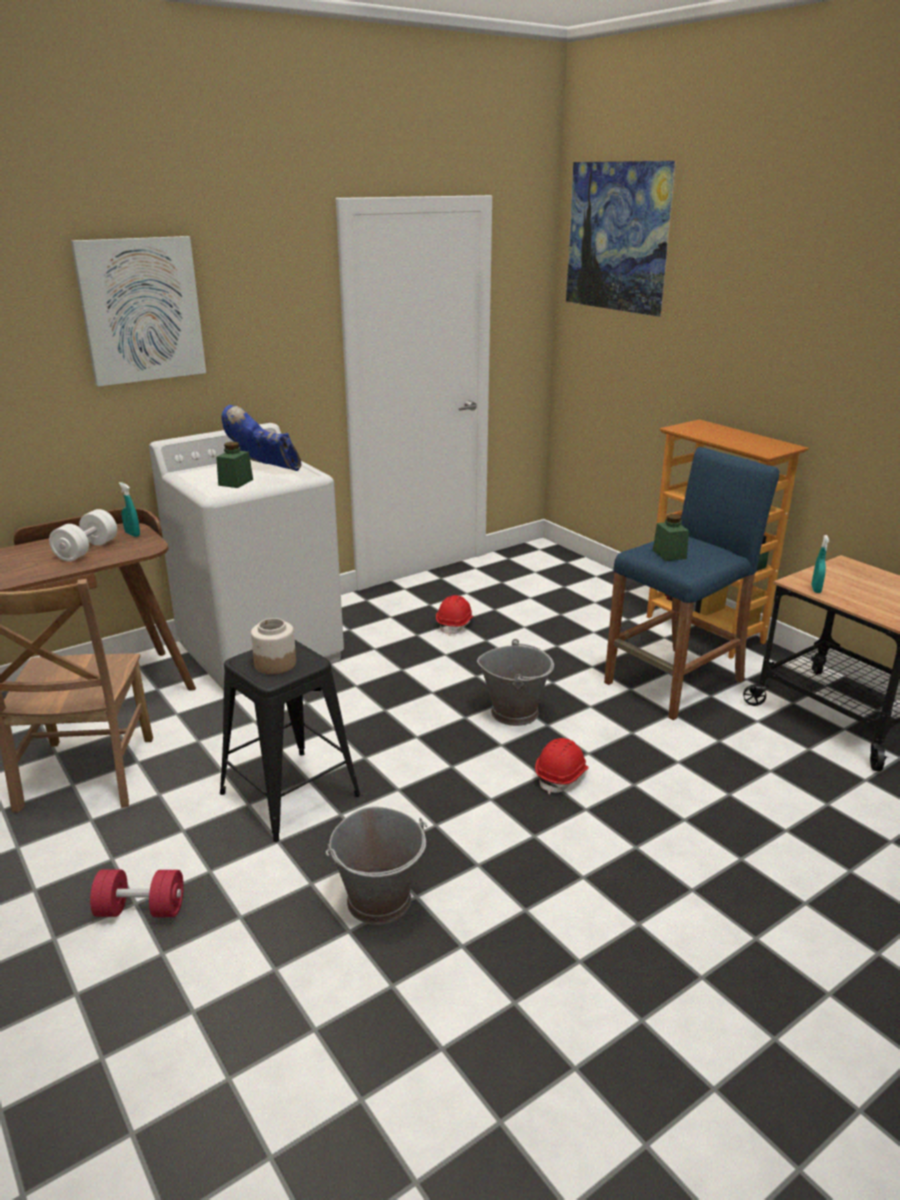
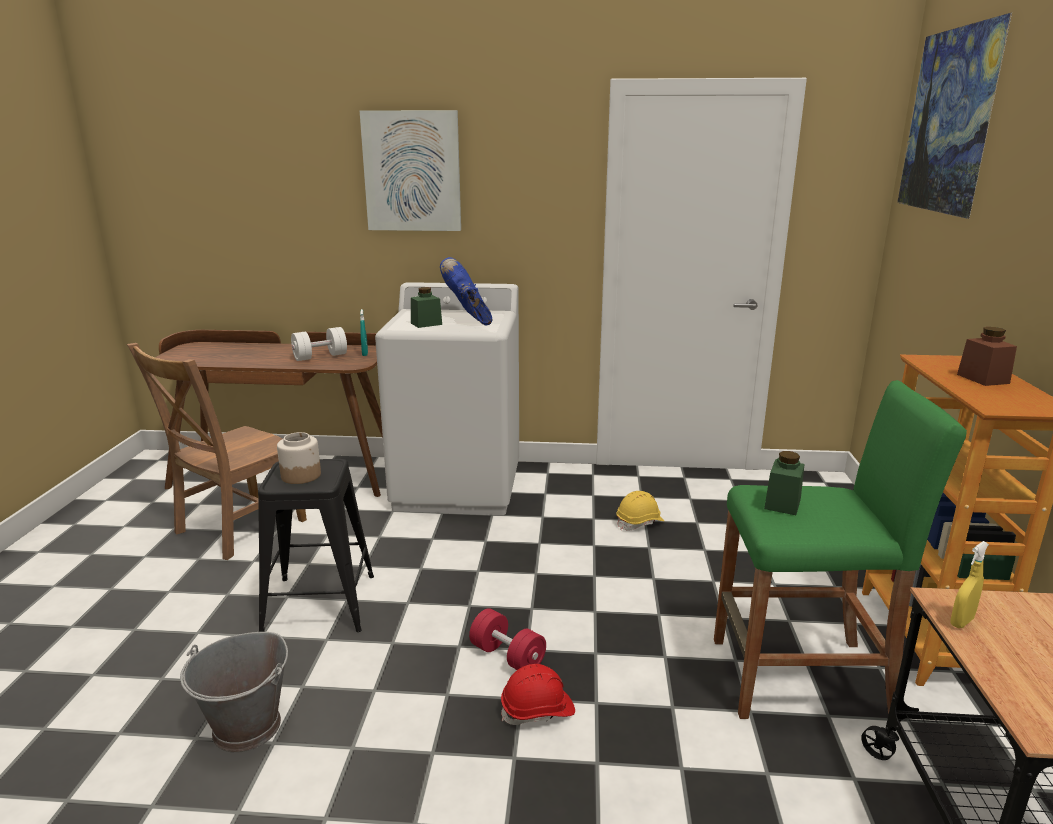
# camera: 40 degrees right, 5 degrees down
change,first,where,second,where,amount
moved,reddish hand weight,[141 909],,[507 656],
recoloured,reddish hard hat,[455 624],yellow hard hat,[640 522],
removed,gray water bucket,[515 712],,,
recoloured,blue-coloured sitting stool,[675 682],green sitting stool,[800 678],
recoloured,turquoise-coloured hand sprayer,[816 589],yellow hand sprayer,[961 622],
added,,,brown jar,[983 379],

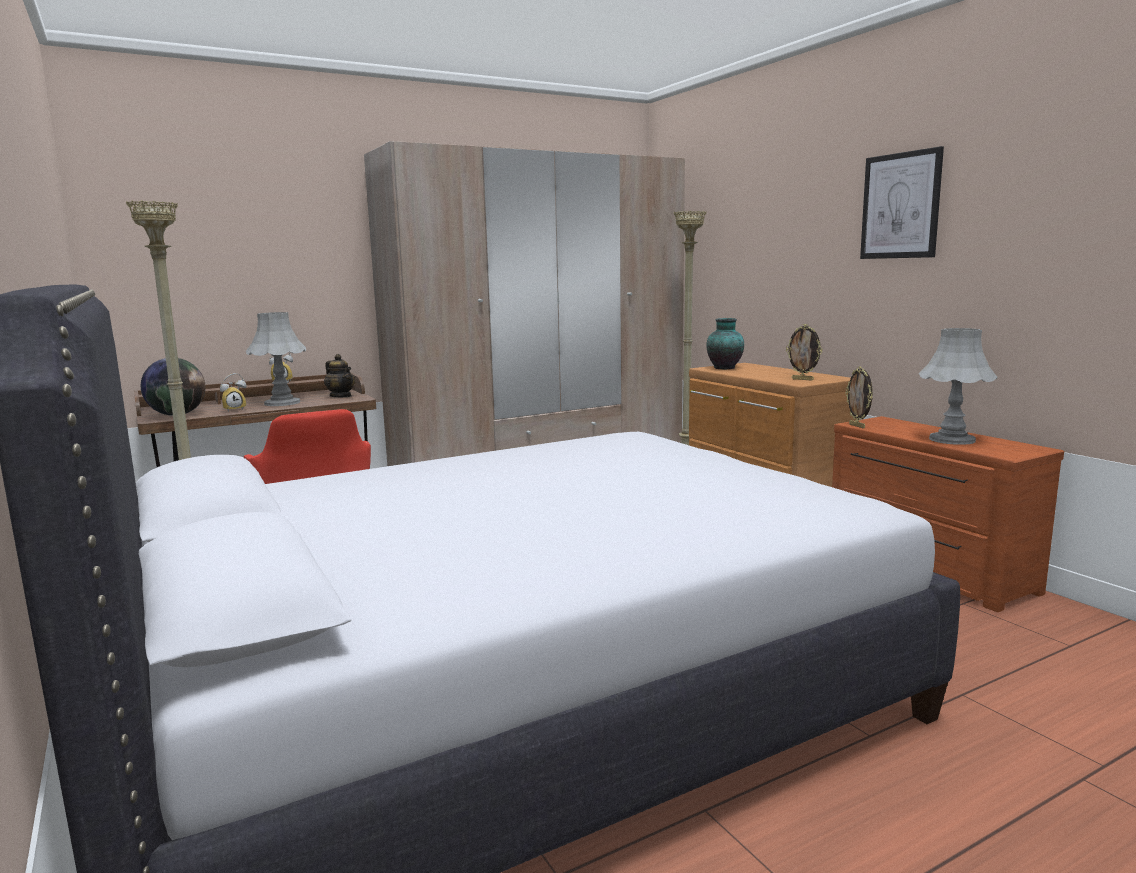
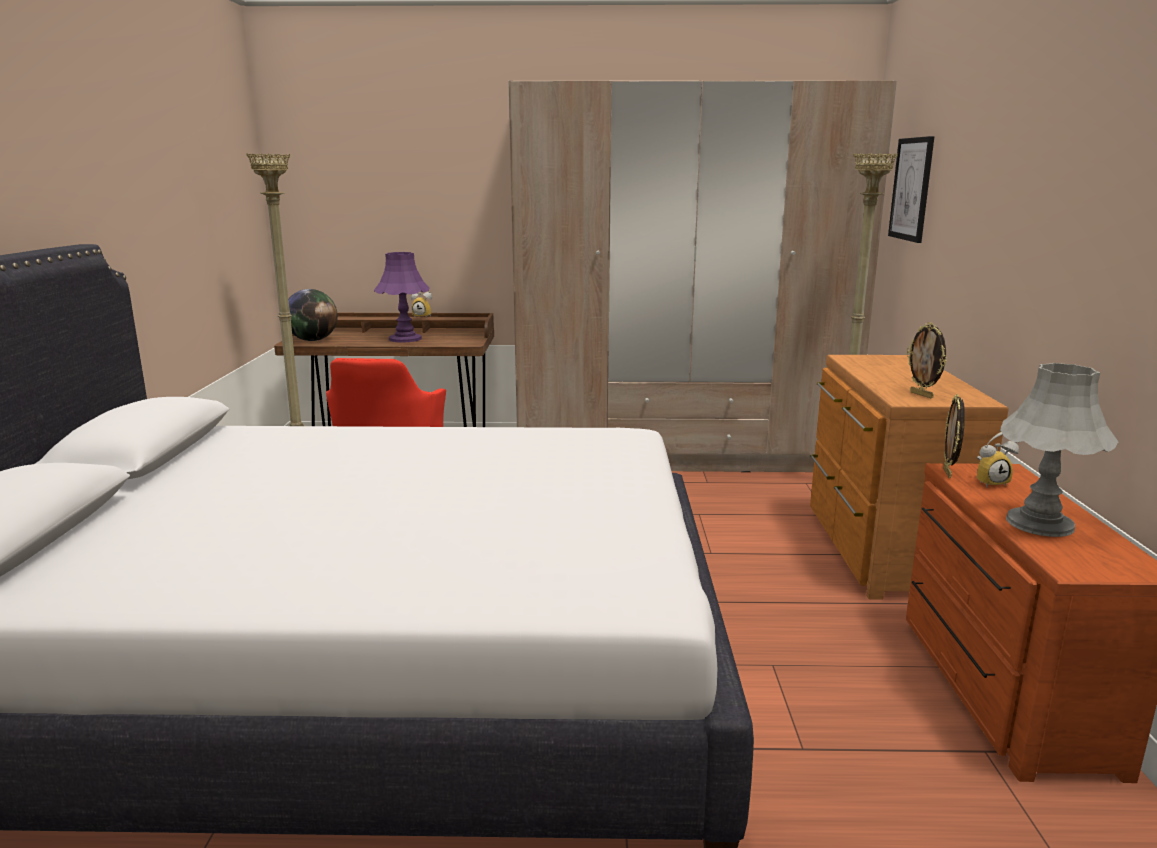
# camera: 30 degrees right, 5 degrees up
change,first,where,second,where,amount
moved,table clock,[234 409],,[990 482],
recoloured,gray lamp for a table,[282 403],purple-coloured lamp for a table,[405 339],
removed,pot for tea,[341 396],,,
removed,decorative vase,[725 368],,,
moved,wall picture,[900 206],,[911 189],

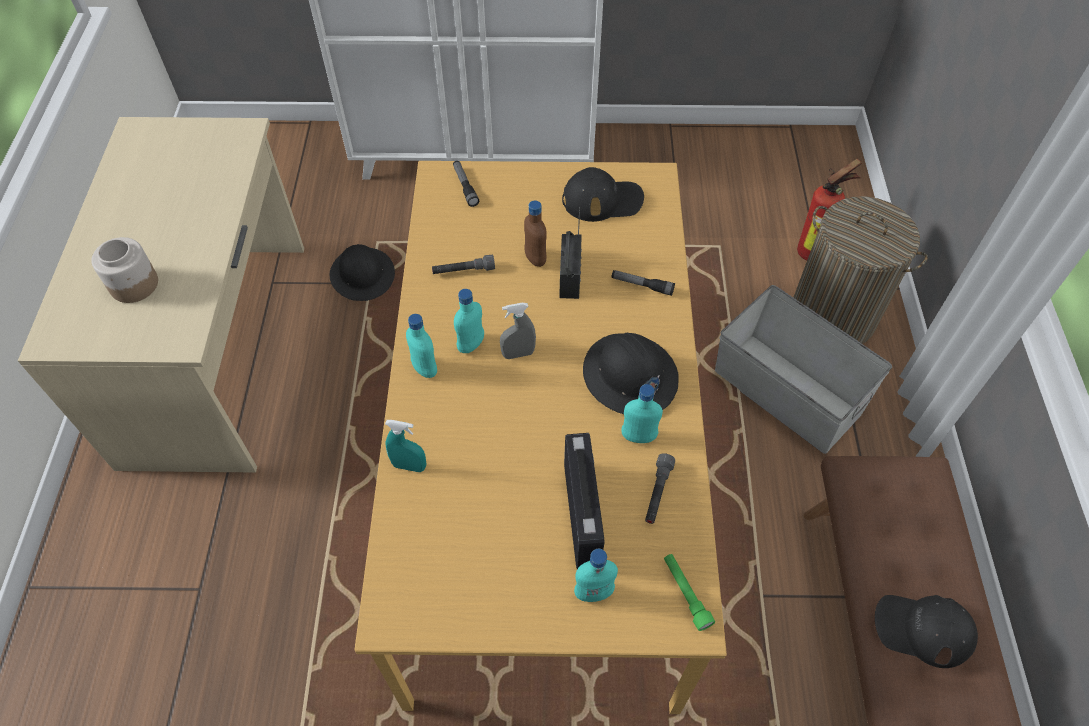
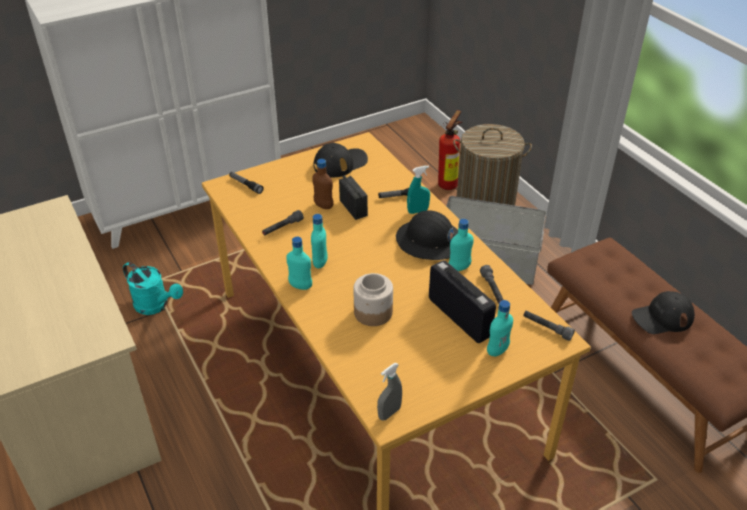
# camera: 30 degrees left, 15 degrees down
change,first,where,second,where,amount
moved,jar,[133 285],,[372 313],
replaced,blackish hard hat,[363 275],turquoise-coloured sprinkling can,[156 306],
moved,turquoise-coloured hand sprayer,[409 466],,[418 211],
moved,gray hand sprayer,[518 354],,[389 413],
recoloured,green flashlight,[685 593],gray flashlight,[547 328],

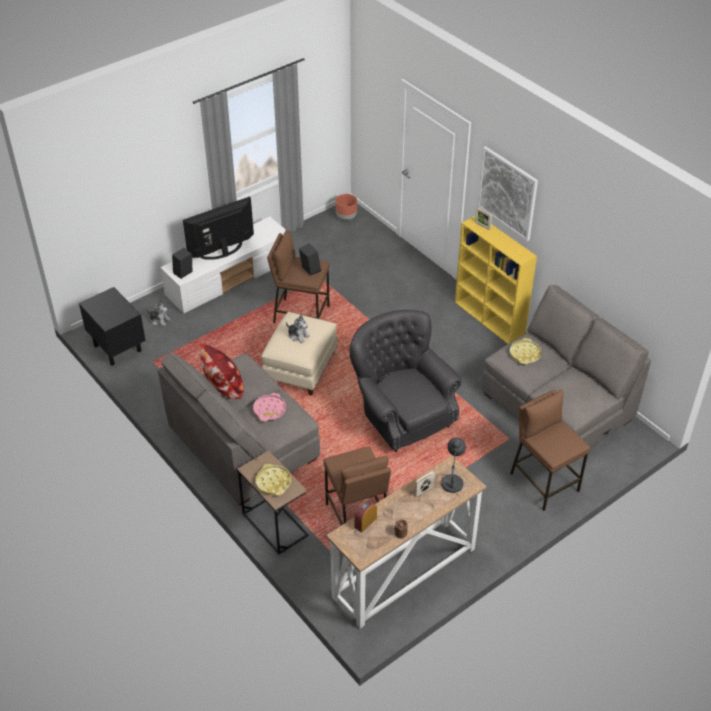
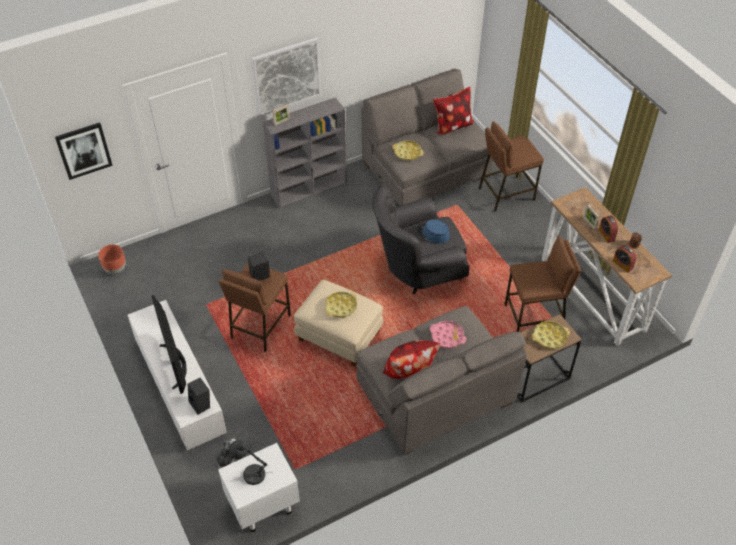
# camera: 80 degrees left, 5 degrees up
change,first,where,second,where,amount
recoloured,blackish night table,[117 347],white-coloured night table,[262 506],
replaced,plush toy,[298 335],yellow tray,[341 306],
moved,gray lamp for a table,[453 481],,[251 473],
recoloured,yellow bookcase,[490 319],gray bookcase,[309 189],
added,,,wall picture,[84 150],
added,,,blue-coloured clothing hat,[432 233],
added,,,throw pillow,[452 126],
added,,,table clock,[606 235],

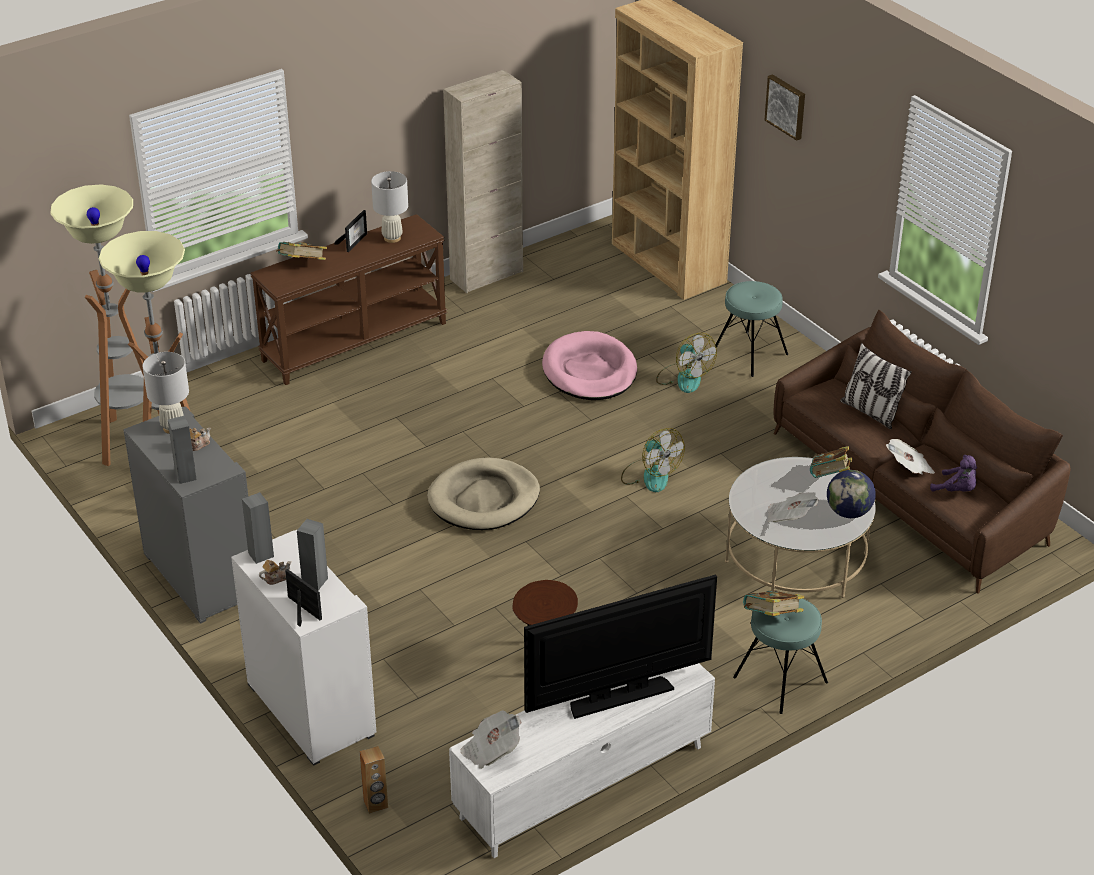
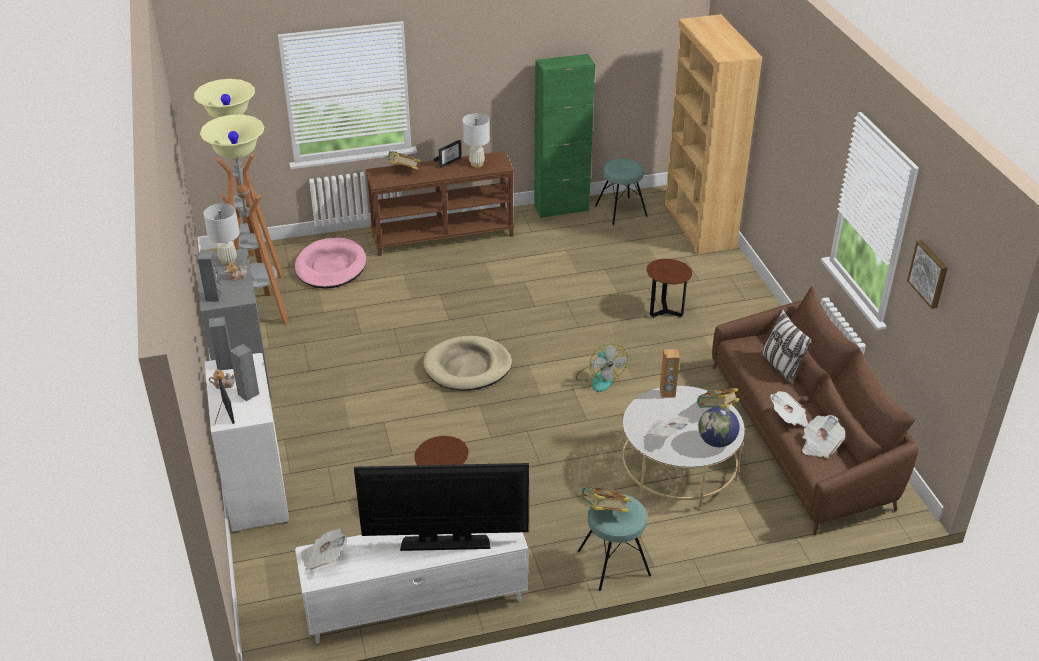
# camera: 20 degrees right, 0 degrees up
change,first,where,second,where,amount
moved,brown speaker,[376 804],,[667 393],
recoloured,beige cupboard,[486 275],green cupboard,[561 209],
moved,pink dog bed,[589 371],,[330 267],
replaced,cooling fan,[684 378],brown accent table,[665 311],
moved,turquoise-coloured sitting stool,[749 354],,[621 211],
moved,wall picture,[786 106],,[929 273],
replaced,purple-coloured plush toy,[956 490],daily paper,[819 445],

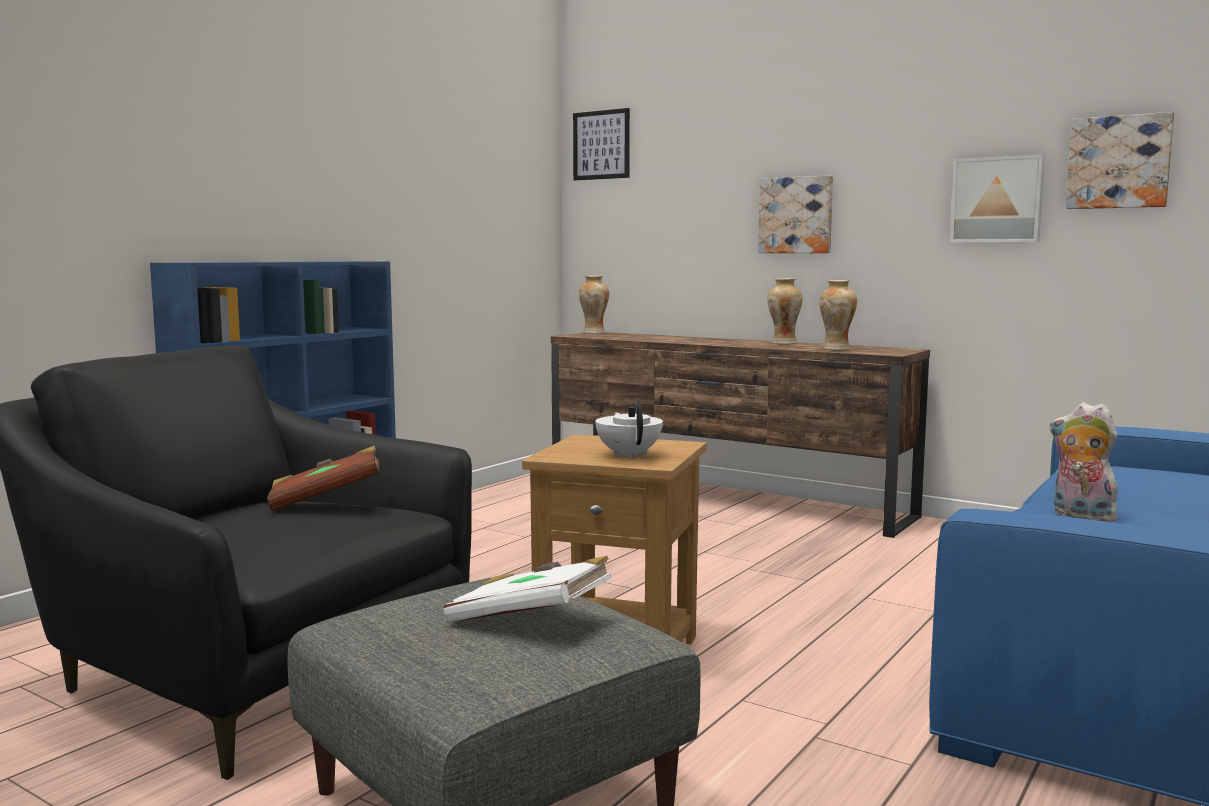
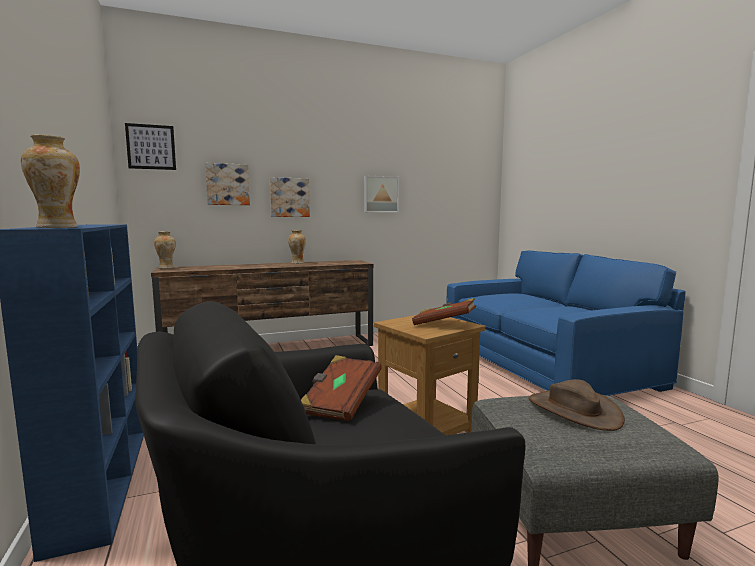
# camera: 55 degrees left, 0 degrees up
change,first,where,second,where,amount
replaced,white-coloured bound book,[529 620],brown clothing hat,[573 410],
replaced,white-coloured pot for tea,[629 455],brown bound book,[444 324],
moved,decorative vase,[836 349],,[57 227],
removed,plush toy,[1080 516],,,
moved,wall picture,[1119 162],,[227 184],

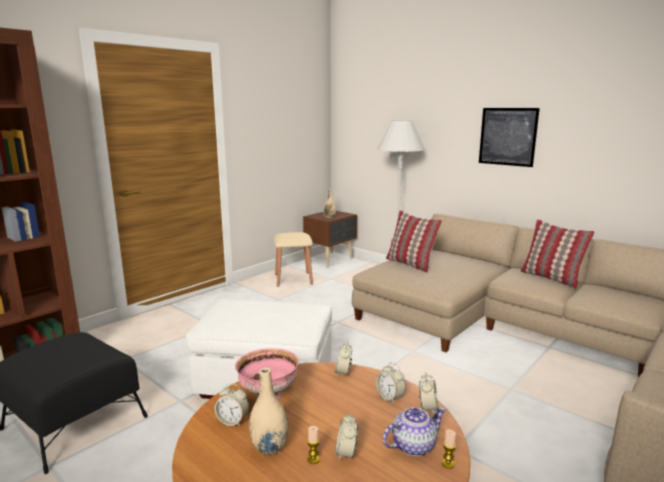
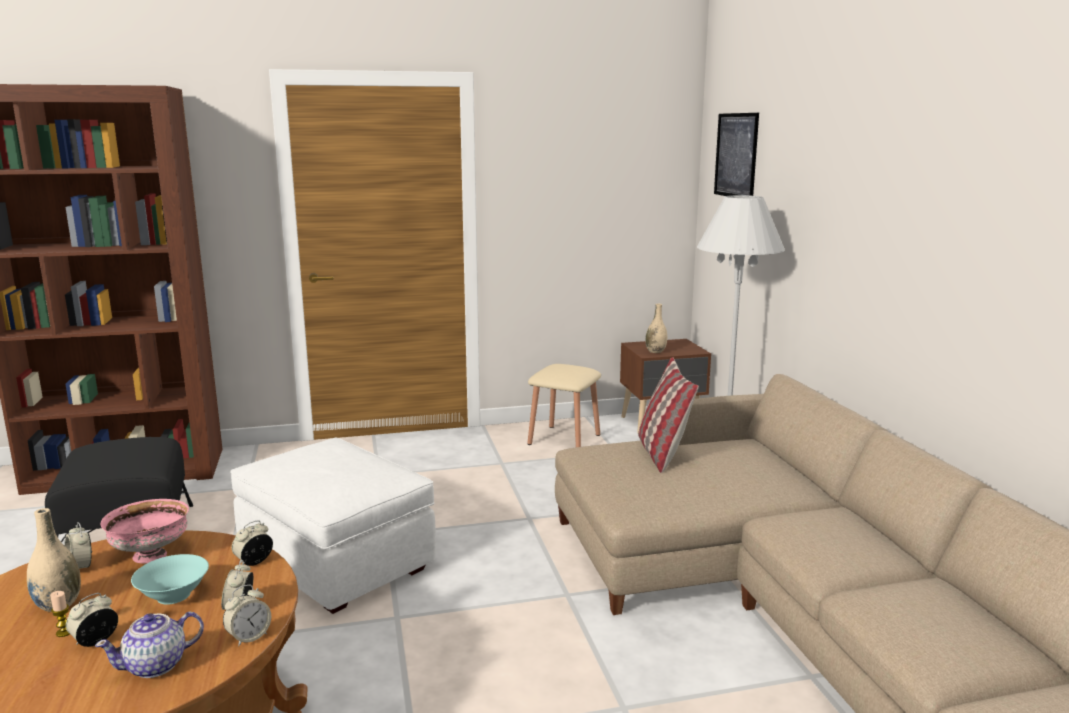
# camera: 35 degrees right, 0 degrees up
change,first,where,second,where,amount
turned,pot for tea,[412 446],,[156 665],135 degrees clockwise
removed,candle,[448 464],,,
moved,wall picture,[507 136],,[736 155],
removed,throw pillow,[551 278],,,
added,,,turquoise-coloured deep dish,[174 596],

